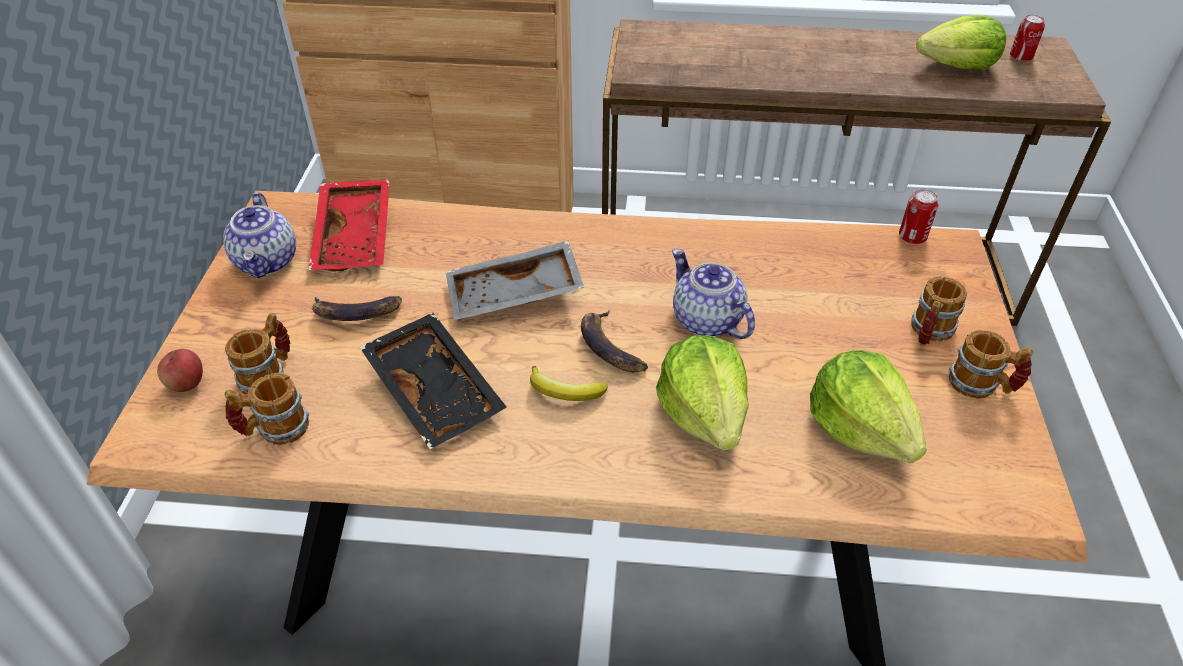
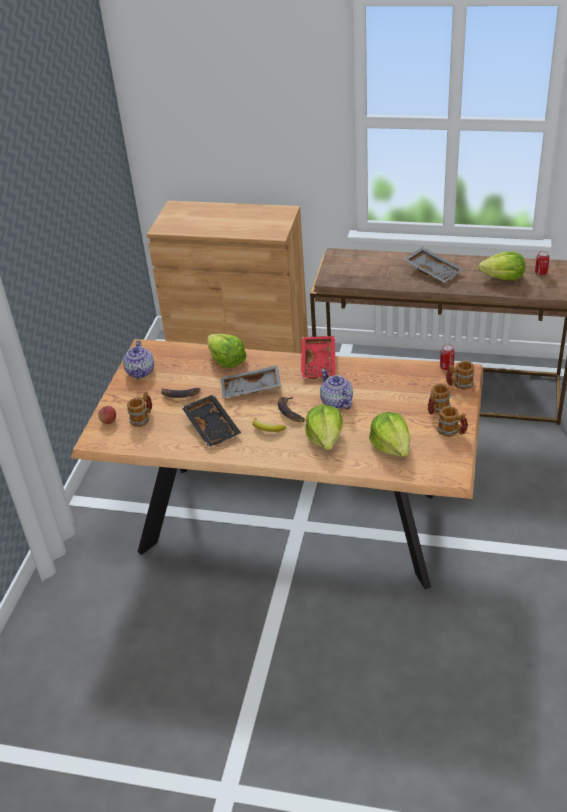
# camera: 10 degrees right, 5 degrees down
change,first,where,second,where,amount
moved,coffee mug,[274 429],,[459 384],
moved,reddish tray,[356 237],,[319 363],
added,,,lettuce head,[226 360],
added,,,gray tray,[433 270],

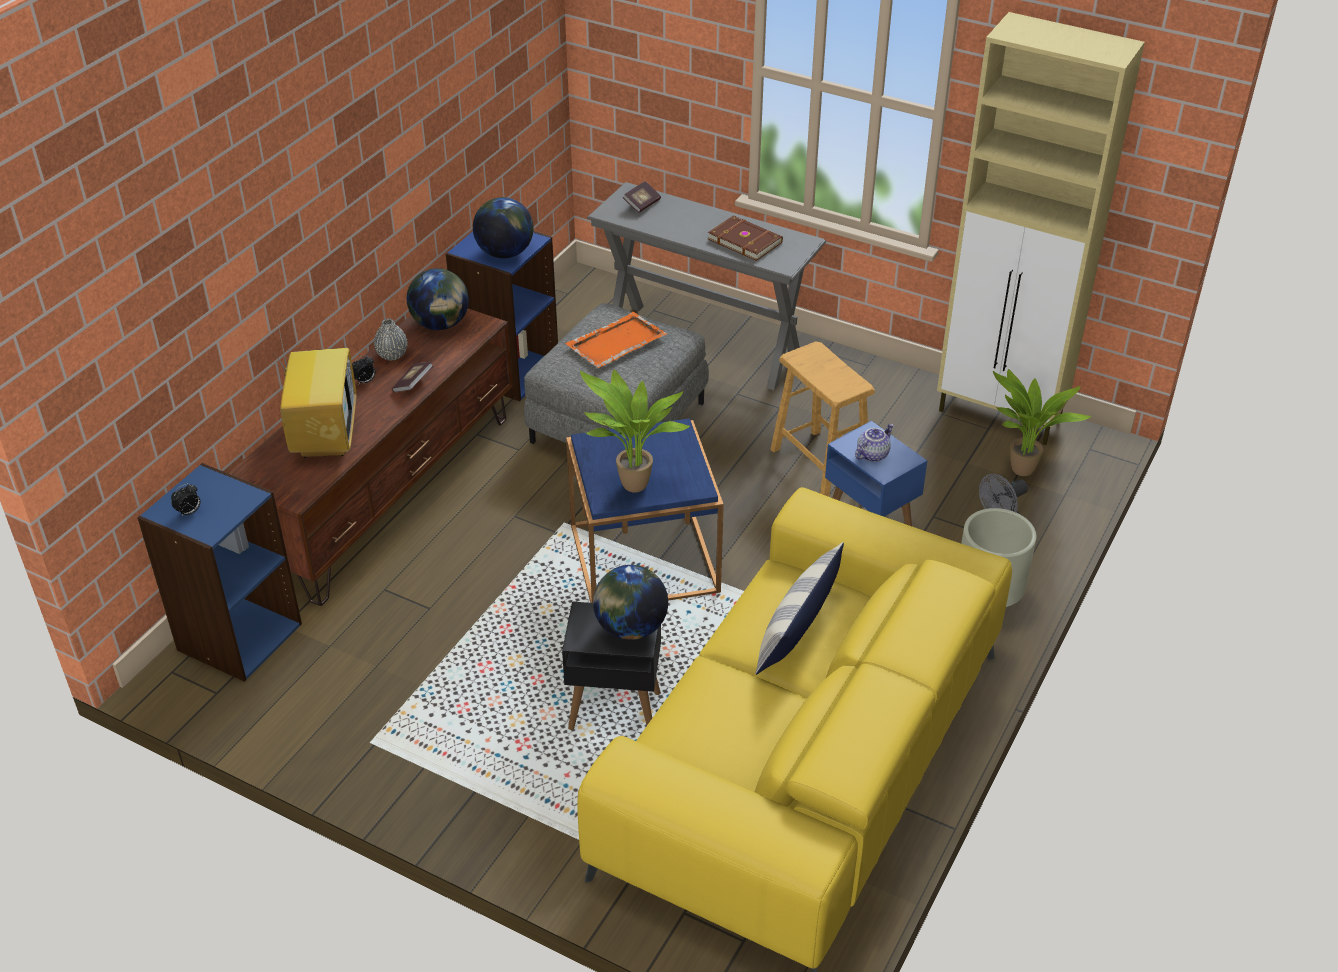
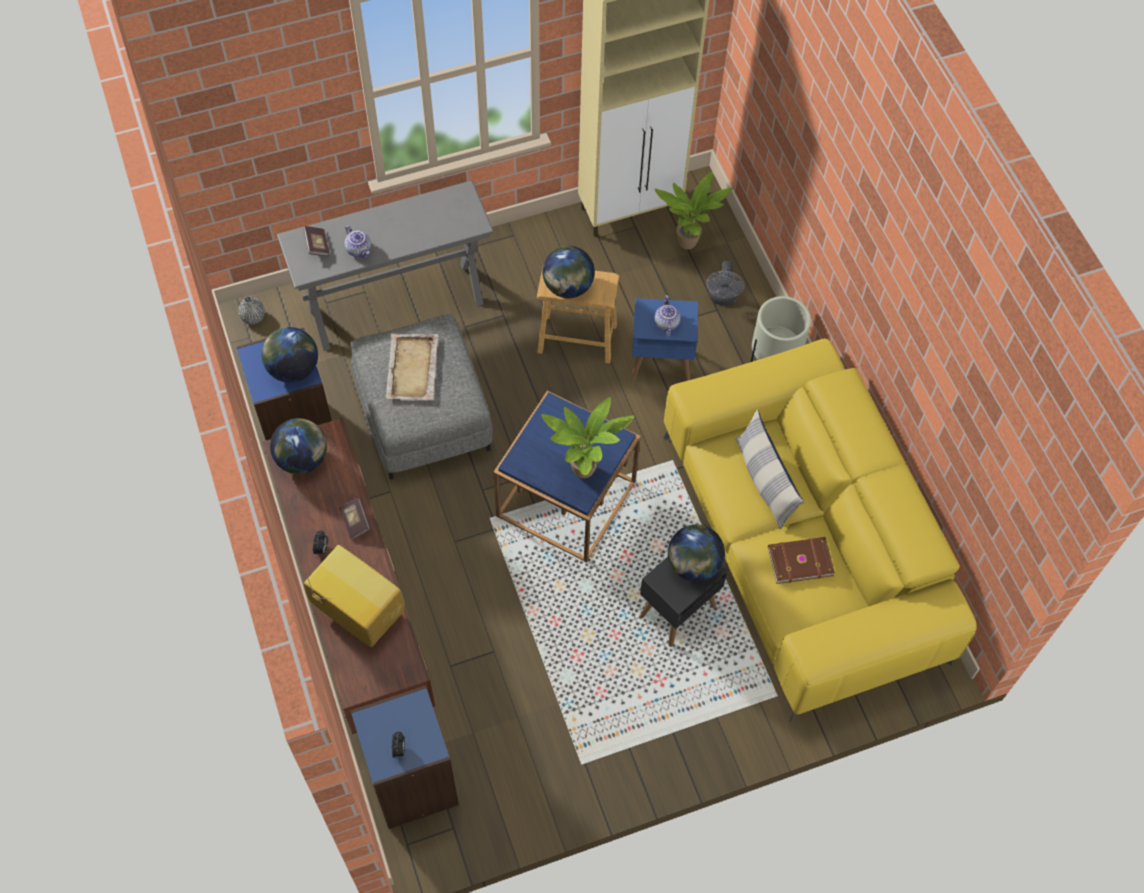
# camera: 50 degrees left, 20 degrees up
change,first,where,second,where,amount
moved,gray decorative vase,[392 355],,[253 317],
recoloured,orange-coloured tray,[615 343],beige tray,[412 369],
moved,brown bound book,[745 240],,[799 560],
added,,,pot for tea,[359 249],
added,,,desk globe,[568 287],

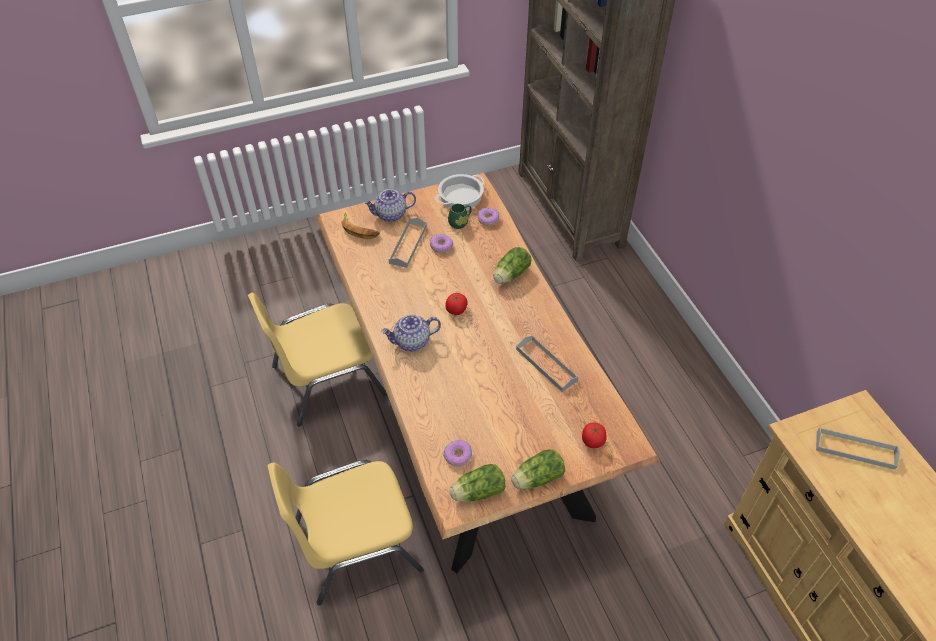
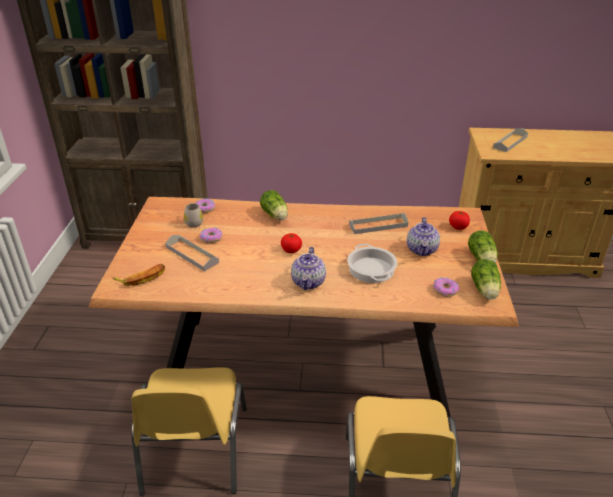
# camera: 65 degrees left, 15 degrees down
change,first,where,second,where,amount
moved,pot for tea,[391 215],,[422 250],
moved,stockpot,[460 195],,[371 269],
recoloured,green coffee mug,[460 222],white-coloured coffee mug,[194 222],

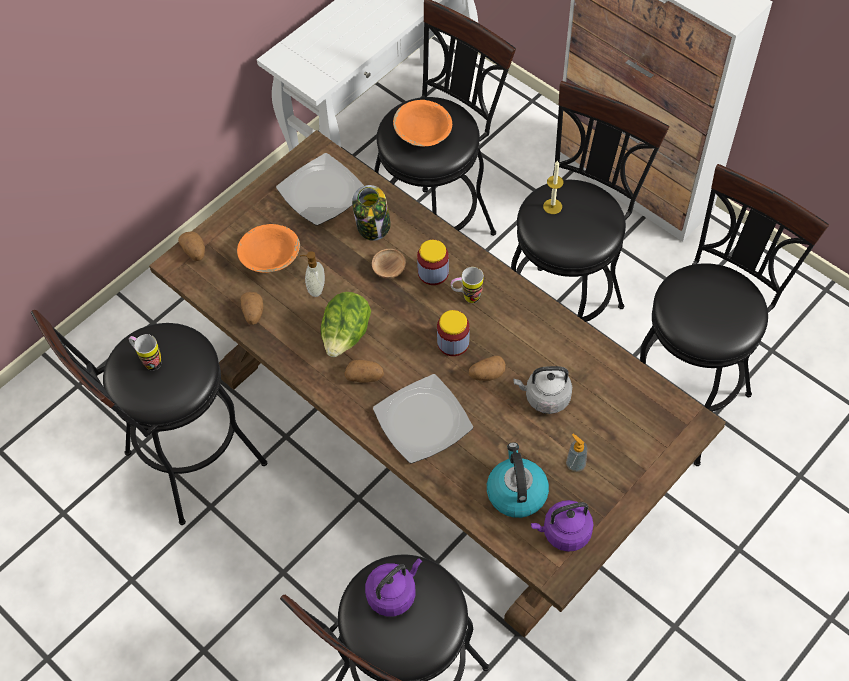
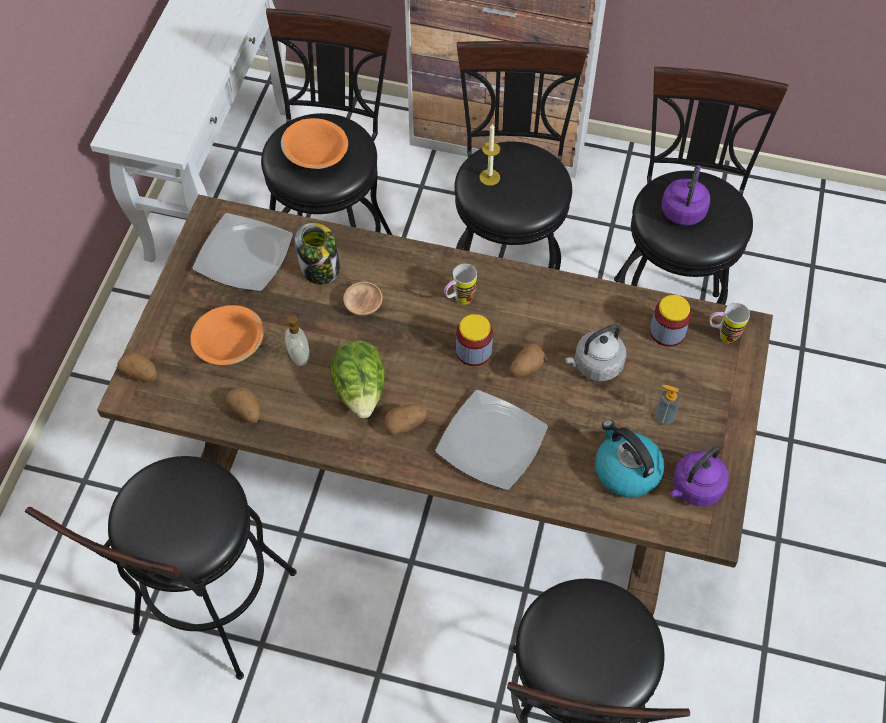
# camera: 30 degrees left, 0 degrees up
change,first,where,second,where,amount
moved,coffee mug,[149 361],,[722 336],
moved,purple-coloured tea kettle,[393 593],,[683 209],
moved,jar,[433 273],,[667 332],

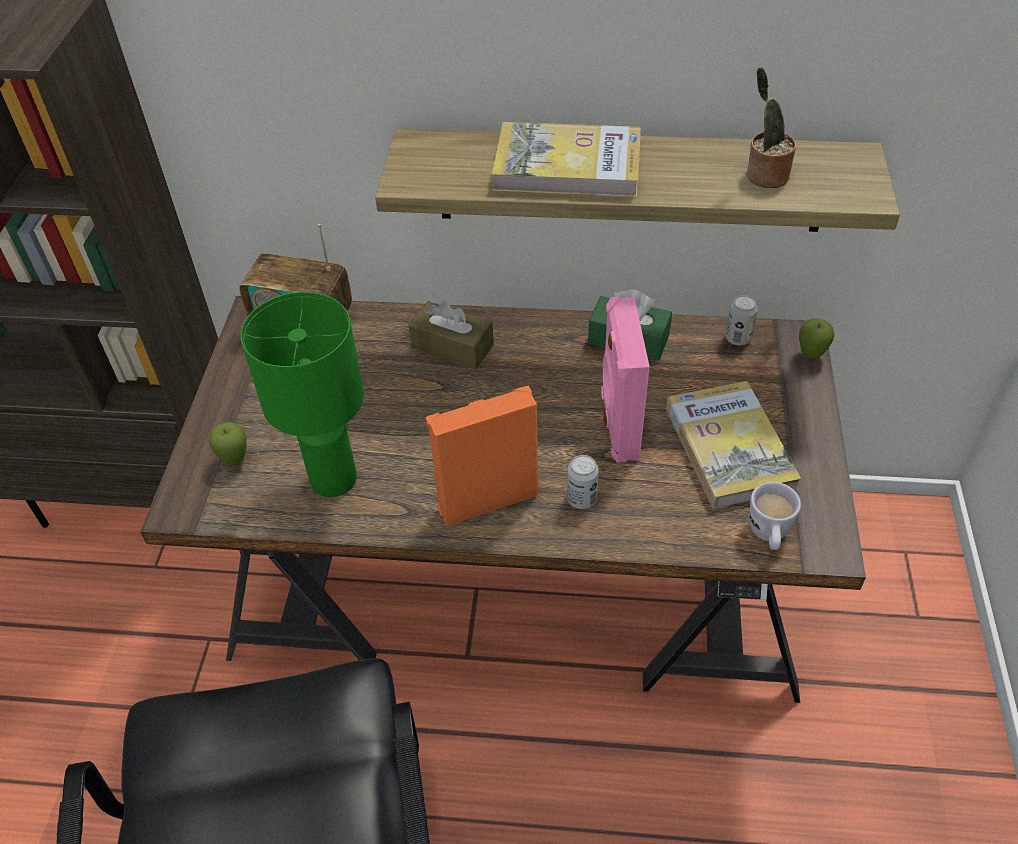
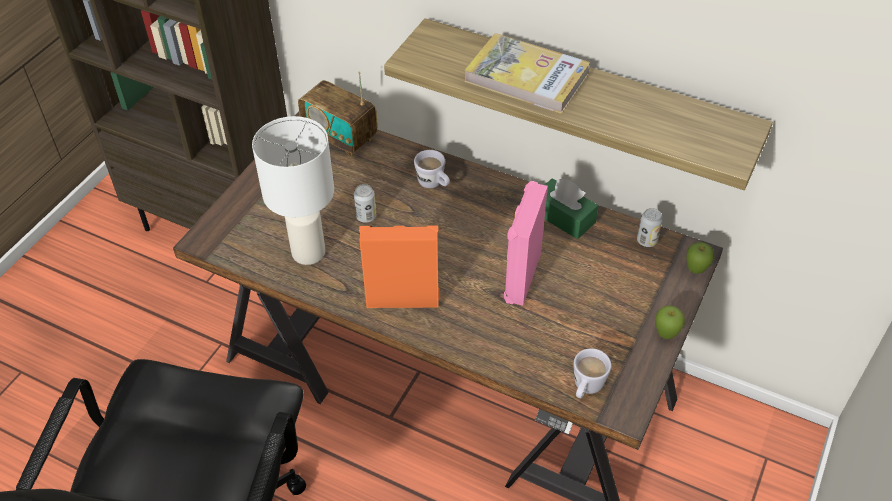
# camera: 20 degrees right, 0 degrees up
change,first,where,second,where,amount
moved,whole apple,[235 460],,[665 335],
recoloured,green lamp for a table,[334 480],white-coloured lamp for a table,[309 253],
replaced,brown tissue box,[452 346],white-coloured coffee mug,[434 184],
moved,metal can,[581 499],,[366 216],
removed,bound book,[729 448],,,
removed,plant in a pot,[764 175],,,

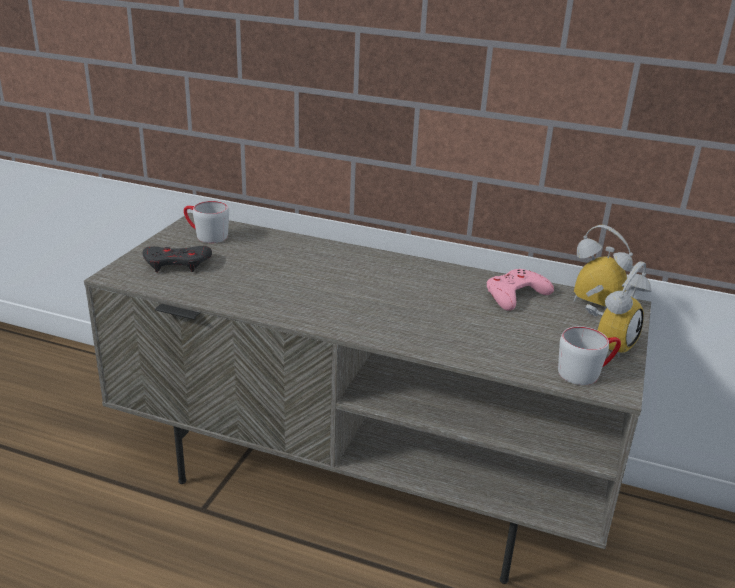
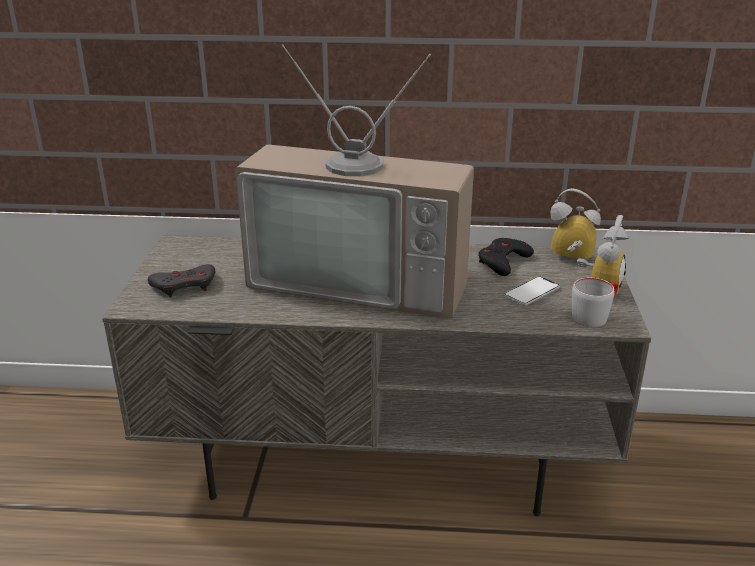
# camera: 15 degrees left, 0 degrees up
change,first,where,second,where,amount
removed,gray coffee mug,[205 235],,,
recoloured,pink gamepad,[515 295],blackish gamepad,[503 261],
added,,,television,[363 280],
added,,,handset,[531 292],

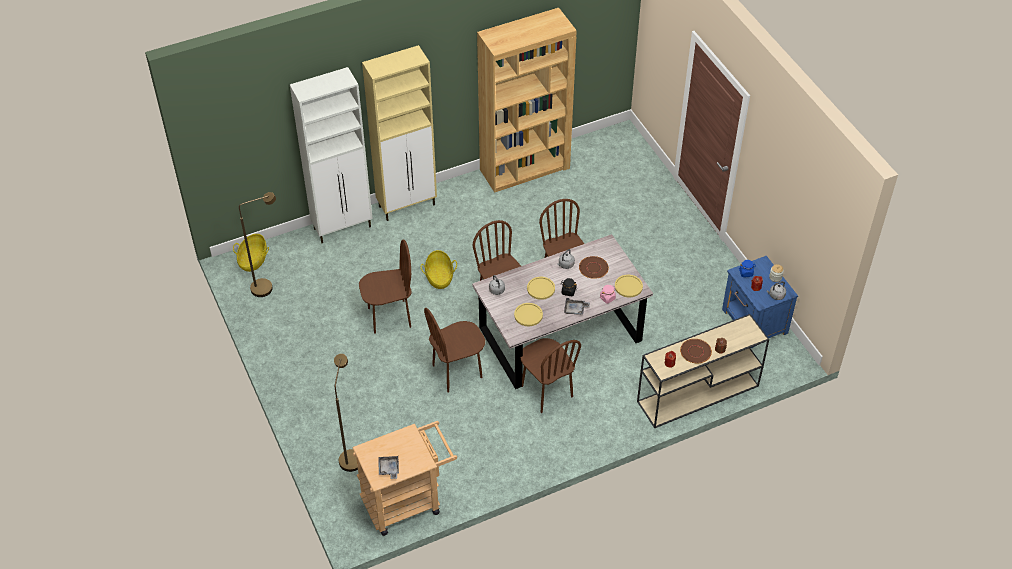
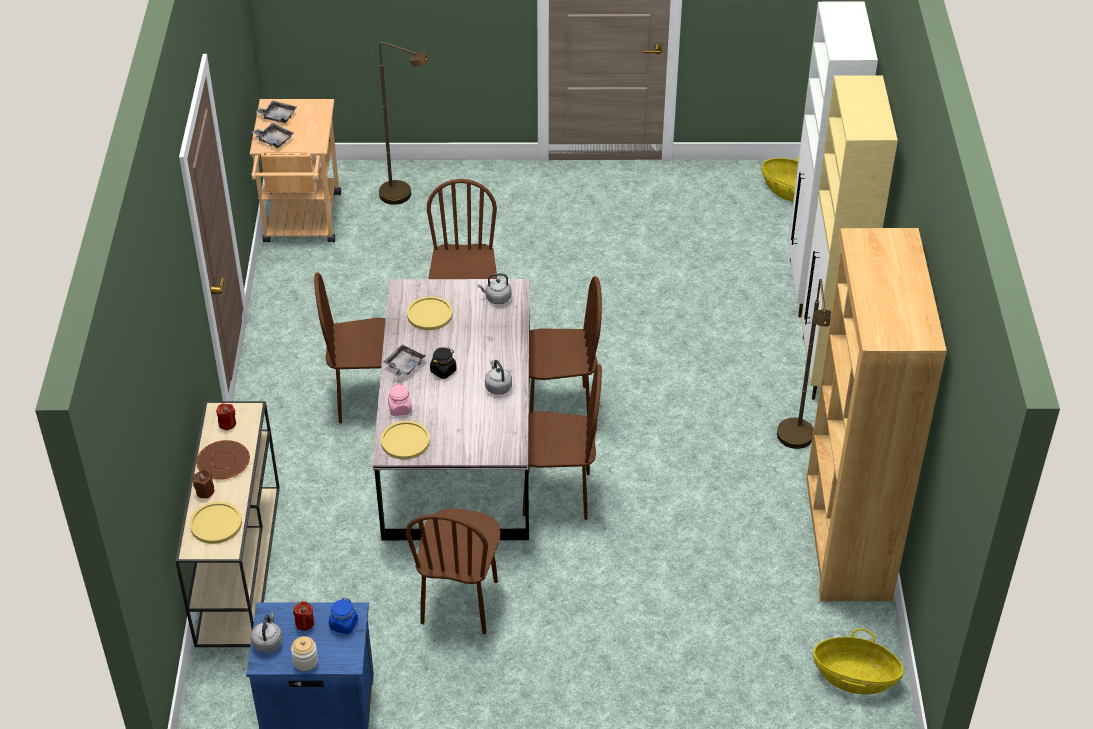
# camera: 115 degrees right, 5 degrees down
change,first,where,second,where,amount
moved,brown standard lamp,[267 286],,[797 443],
moved,brown chair,[389 317],,[460 602],
moved,basket,[439 277],,[855 677],
moved,yellow plate,[541 288],,[216 524],
removed,brown plate,[593 268],,,
added,,,gray tray,[274 139],

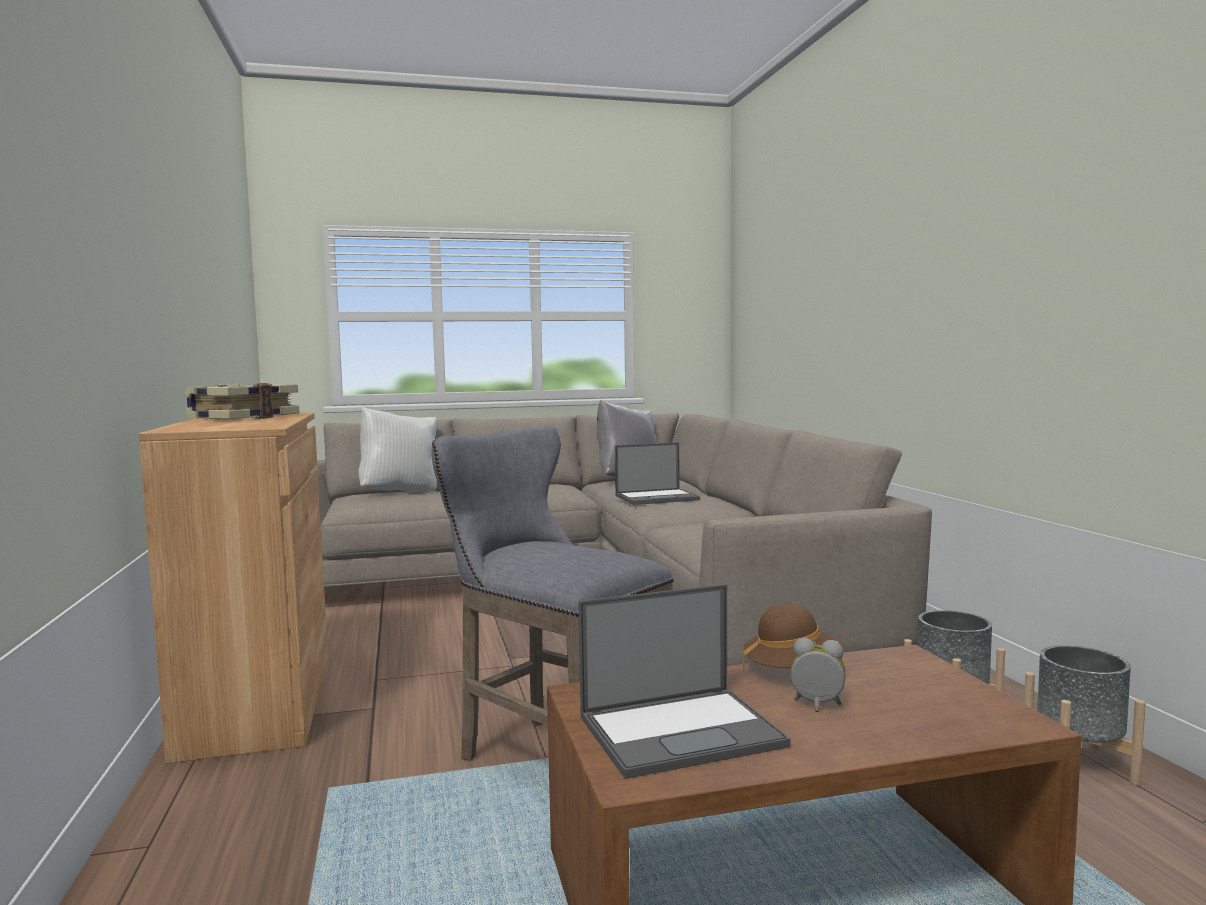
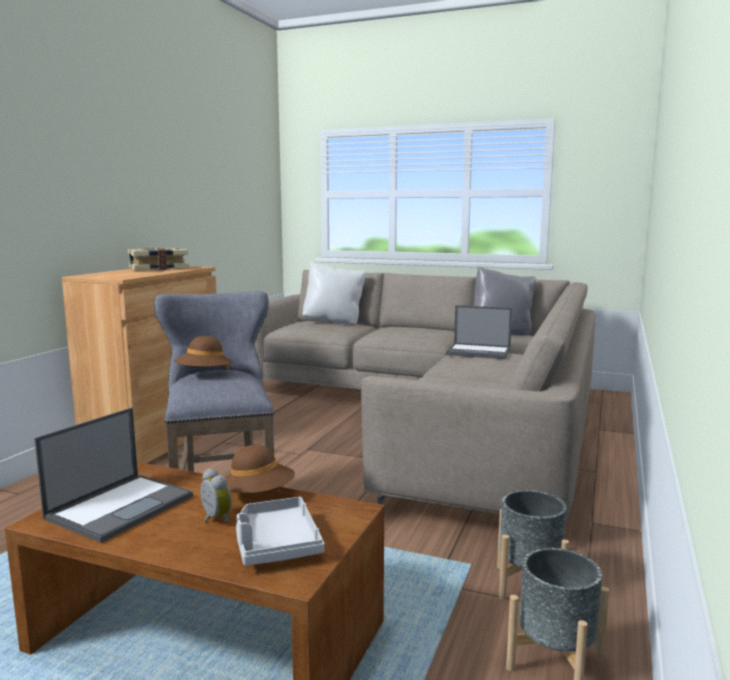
# camera: 35 degrees right, 5 degrees up
change,first,where,second,where,amount
turned,notebook computer,[682 731],,[121 506],75 degrees counterclockwise
added,,,brown clothing hat,[204 375],
added,,,gray tray,[275 544],

